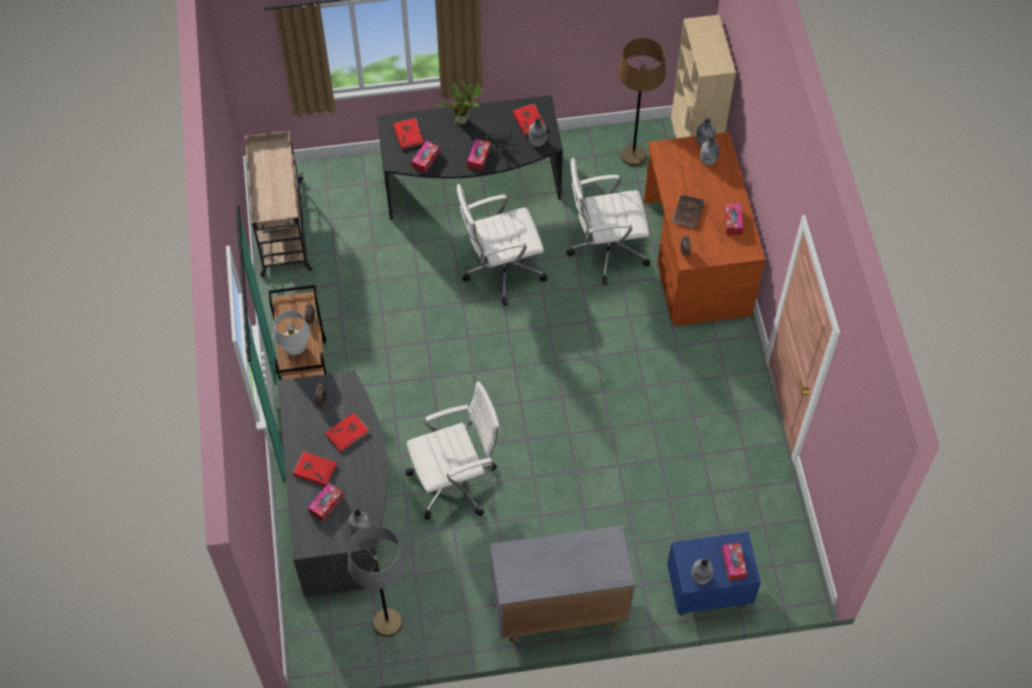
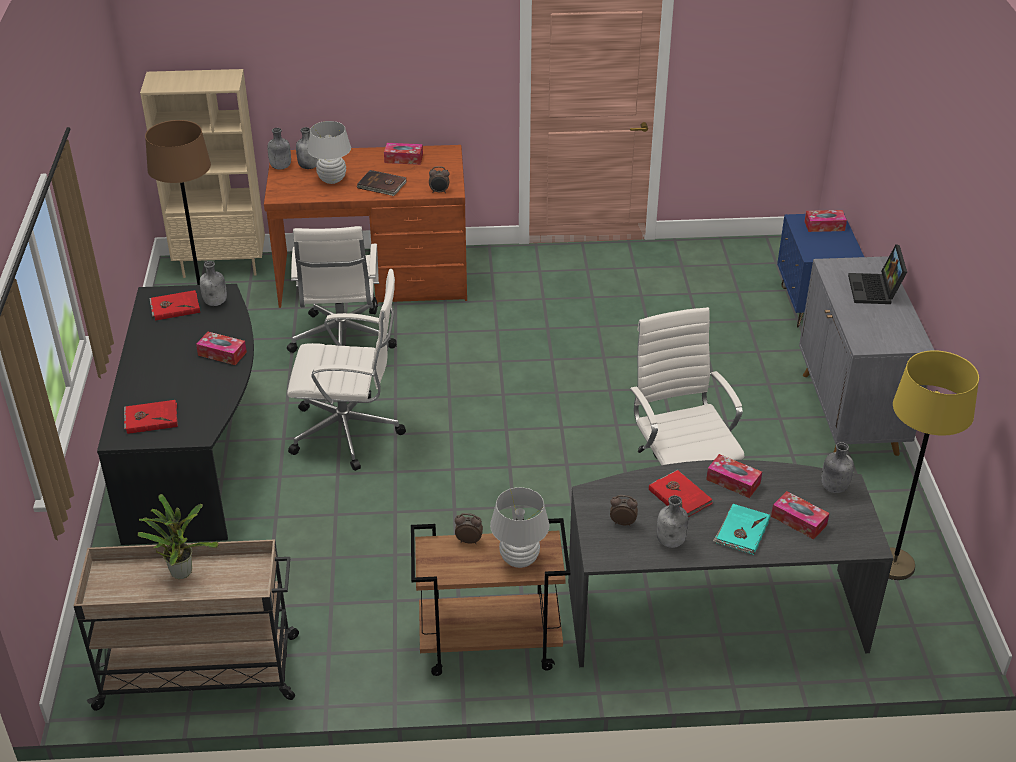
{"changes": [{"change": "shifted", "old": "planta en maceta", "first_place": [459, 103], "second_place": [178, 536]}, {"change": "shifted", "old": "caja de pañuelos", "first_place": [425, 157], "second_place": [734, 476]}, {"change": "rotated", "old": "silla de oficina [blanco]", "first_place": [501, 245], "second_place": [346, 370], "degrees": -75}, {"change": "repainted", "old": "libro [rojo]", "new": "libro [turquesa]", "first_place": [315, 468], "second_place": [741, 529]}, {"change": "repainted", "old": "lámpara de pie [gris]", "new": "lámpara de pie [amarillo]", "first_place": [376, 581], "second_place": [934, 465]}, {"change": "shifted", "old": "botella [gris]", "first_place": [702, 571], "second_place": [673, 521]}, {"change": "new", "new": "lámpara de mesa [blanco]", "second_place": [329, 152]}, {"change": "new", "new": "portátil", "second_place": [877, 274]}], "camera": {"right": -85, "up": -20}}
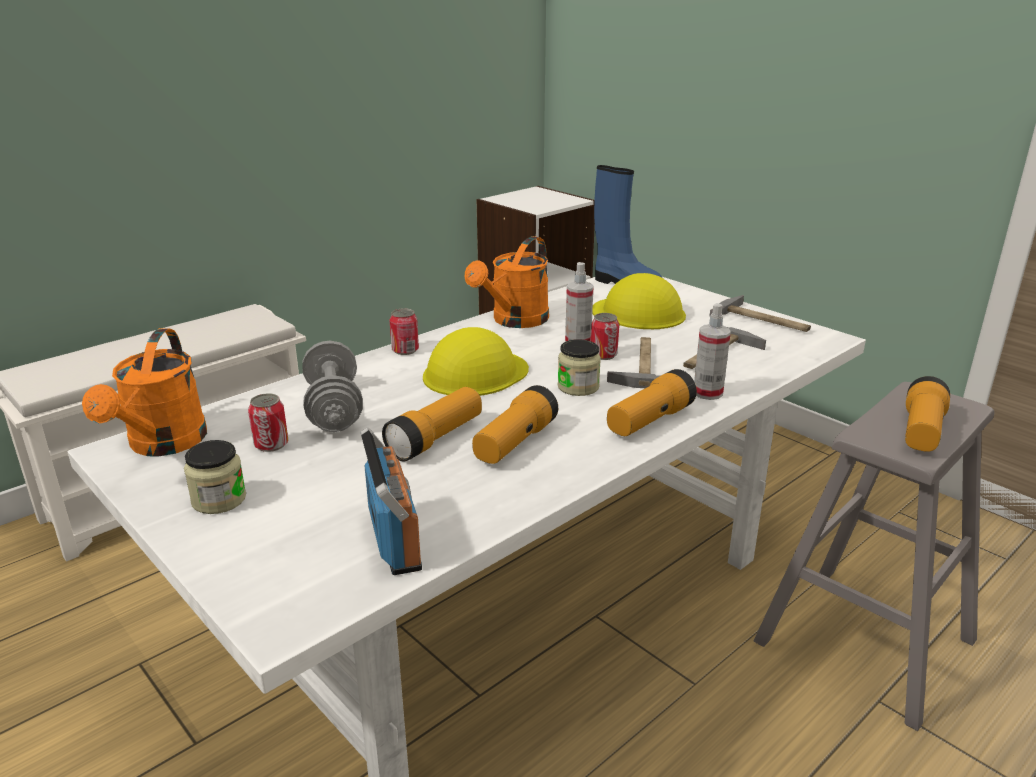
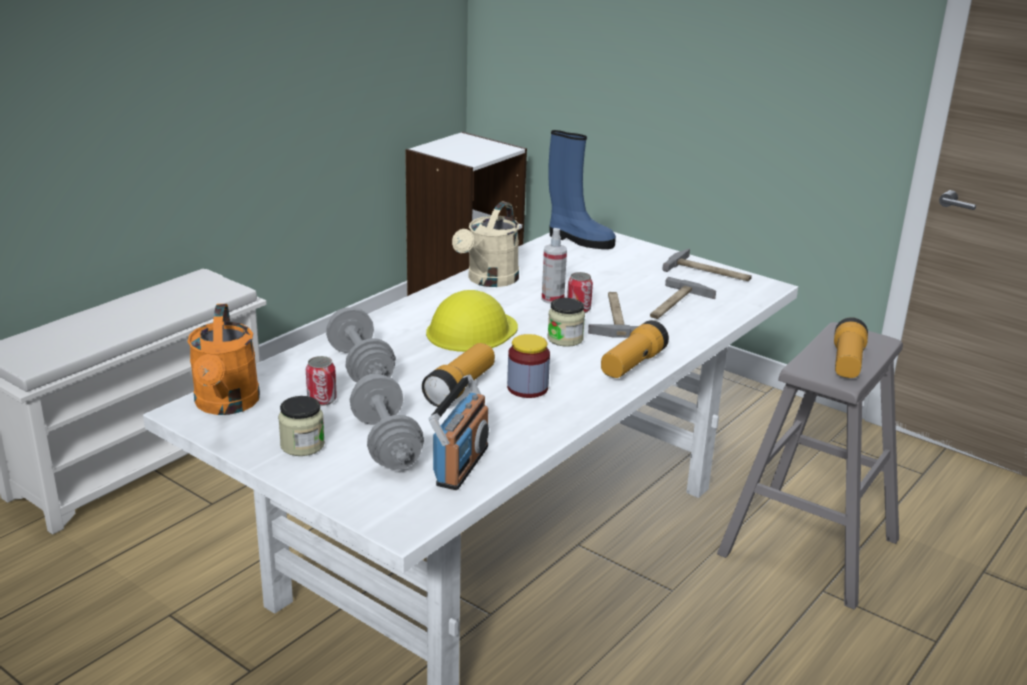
{"changes": [{"change": "repainted", "old": "regadera [naranja]", "new": "regadera [beis]", "first_place": [507, 282], "second_place": [485, 244]}, {"change": "gone", "old": "casco [amarillo]", "first_place": [639, 301]}, {"change": "gone", "old": "pulverizador", "first_place": [712, 351]}, {"change": "gone", "old": "lata", "first_place": [404, 331]}, {"change": "swapped", "old": "linterna", "new": "tarro", "first_place": [515, 424], "second_place": [528, 366]}, {"change": "rotated", "old": "radio", "first_place": [391, 501], "second_place": [459, 432], "degrees": 45}, {"change": "new", "new": "mancuerna [gris]", "second_place": [387, 422]}], "camera": {"right": -10, "up": 0}}
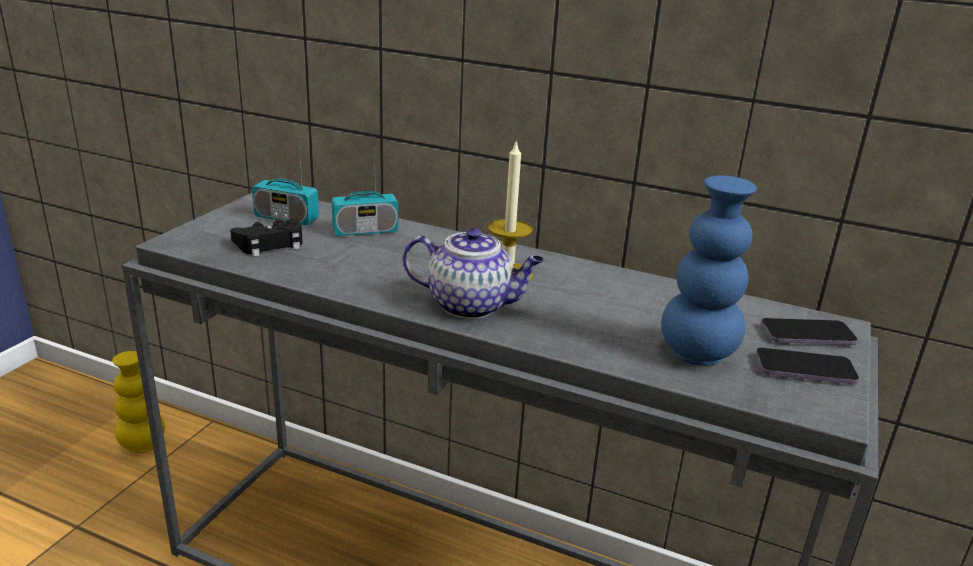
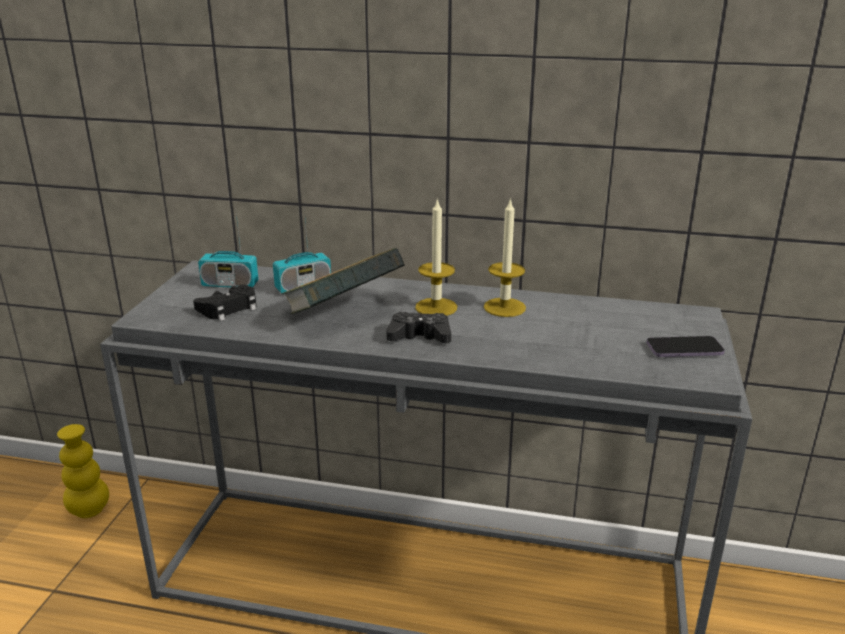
{"changes": [{"change": "gone", "old": "florero [azul]", "first_place": [709, 271]}, {"change": "swapped", "old": "tetera", "new": "mando de consola [negro]", "first_place": [473, 273], "second_place": [418, 327]}, {"change": "gone", "old": "móvil", "first_place": [809, 331]}, {"change": "new", "new": "vela", "second_place": [505, 257]}, {"change": "new", "new": "libro", "second_place": [342, 281]}], "camera": {"right": -10, "up": 0}}
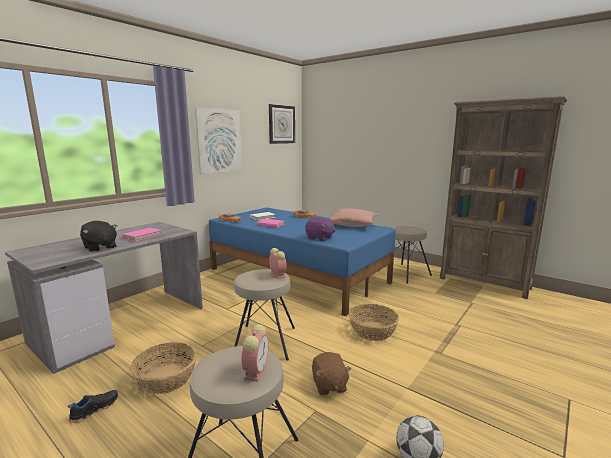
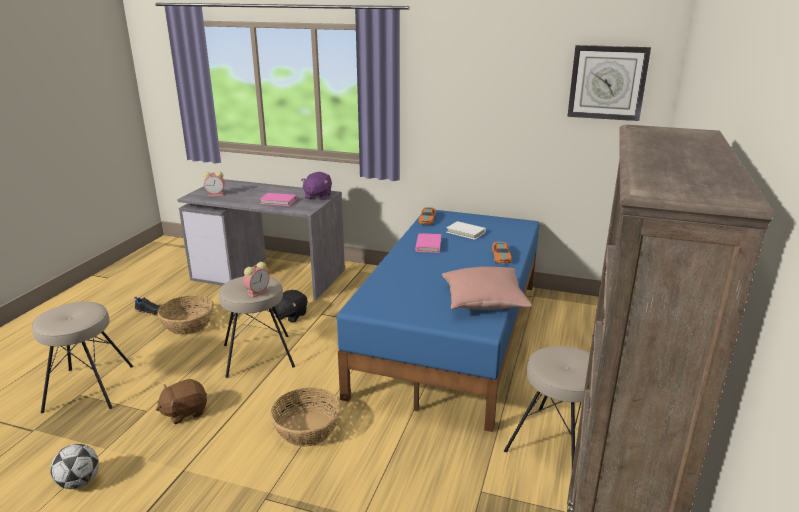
{"changes": [{"change": "gone", "old": "cuadro", "first_place": [218, 140]}, {"change": "shifted", "old": "peluche [morado]", "first_place": [320, 229], "second_place": [316, 186]}, {"change": "shifted", "old": "peluche [negro]", "first_place": [98, 236], "second_place": [290, 306]}, {"change": "shifted", "old": "despertador", "first_place": [255, 353], "second_place": [214, 183]}], "camera": {"right": 70, "up": 10}}
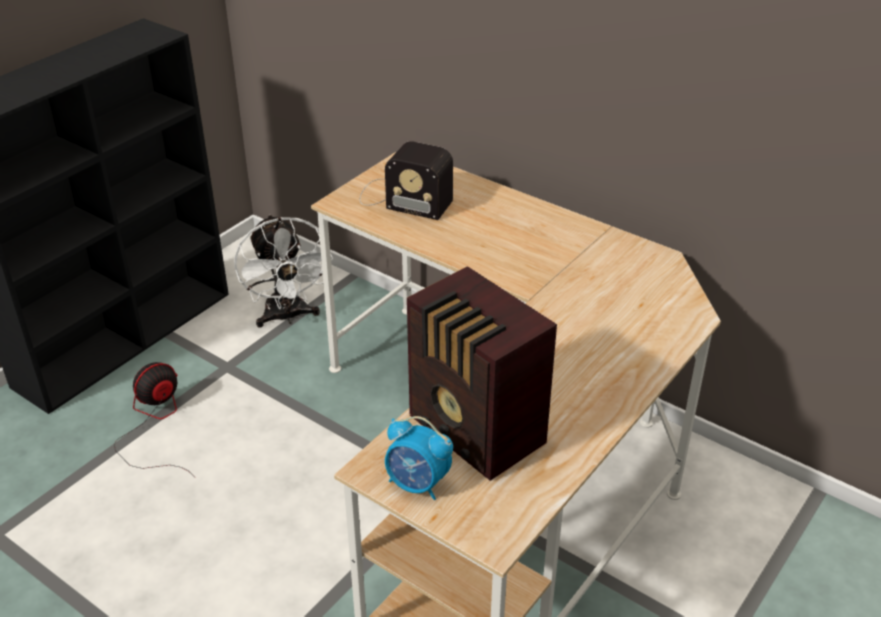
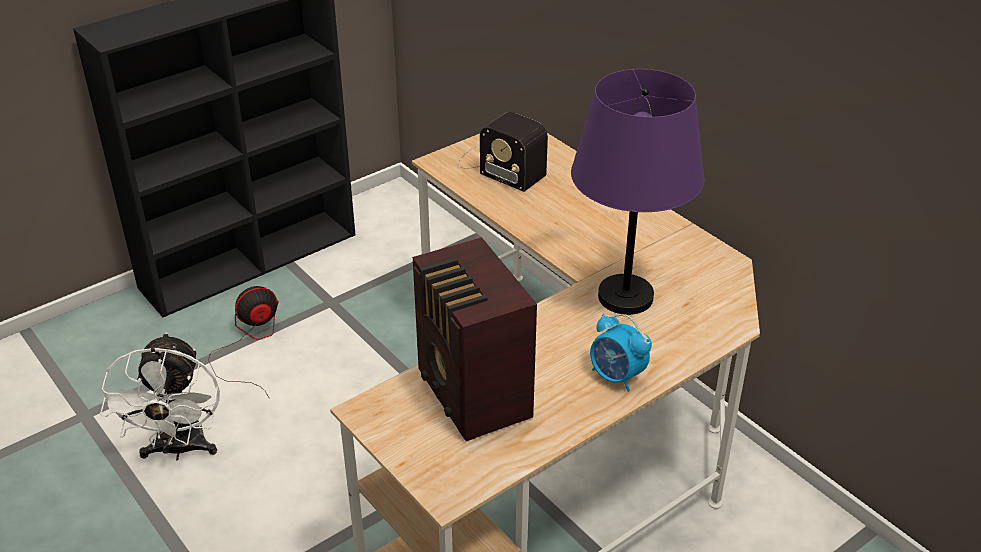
{"changes": [{"change": "shifted", "old": "ventilador [blanco]", "first_place": [283, 270], "second_place": [160, 396]}, {"change": "shifted", "old": "despertador", "first_place": [419, 458], "second_place": [621, 353]}, {"change": "new", "new": "lámpara de mesa [morado]", "second_place": [637, 192]}], "camera": {"right": 15, "up": 0}}
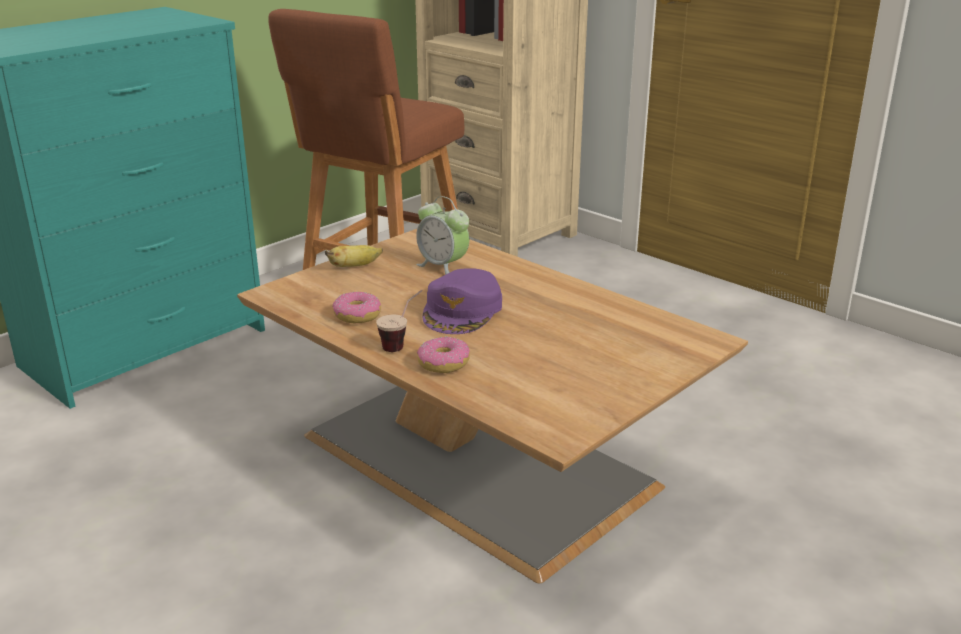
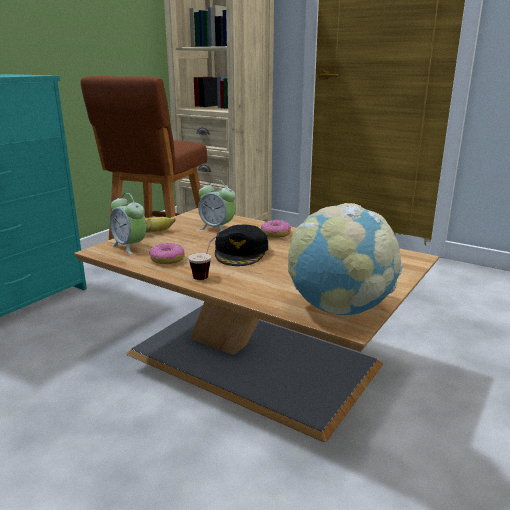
{"changes": [{"change": "repainted", "old": "gorra [morado]", "new": "gorra [negro]", "first_place": [462, 301], "second_place": [241, 245]}, {"change": "shifted", "old": "rosquilla", "first_place": [443, 355], "second_place": [276, 229]}, {"change": "new", "new": "despertador", "second_place": [128, 223]}, {"change": "new", "new": "globo terráqueo", "second_place": [345, 259]}], "camera": {"right": -10, "up": -5}}
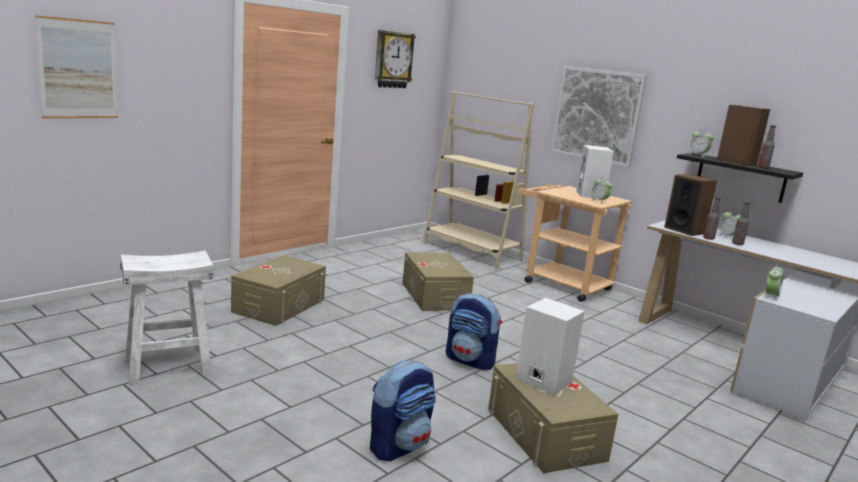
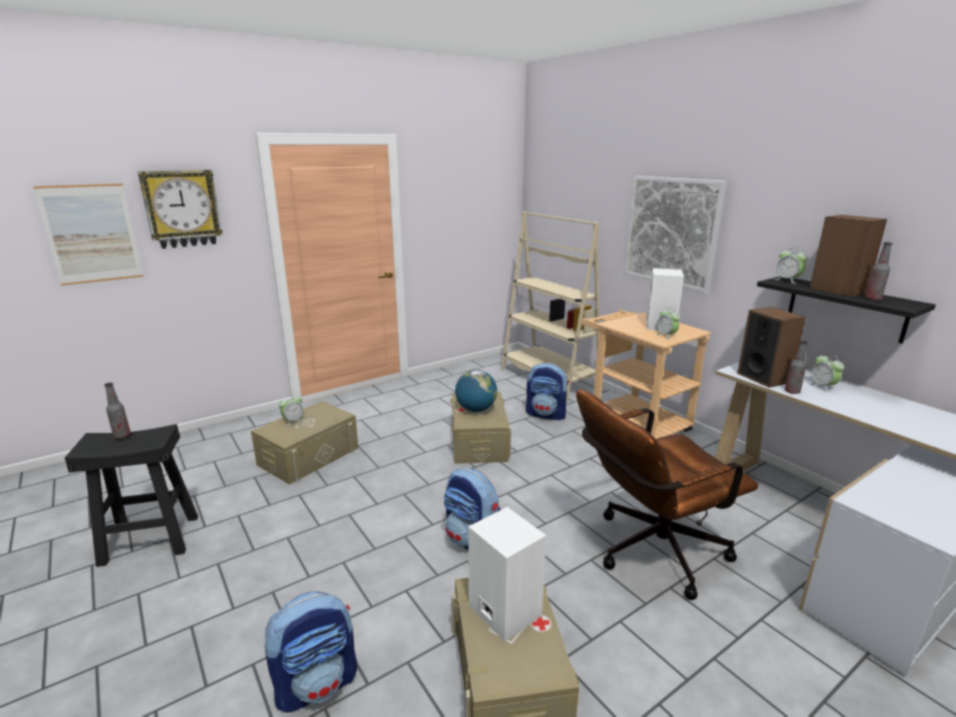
{"changes": [{"change": "shifted", "old": "reloj de pared", "first_place": [395, 59], "second_place": [180, 209]}, {"change": "shifted", "old": "botella", "first_place": [741, 223], "second_place": [117, 411]}, {"change": "repainted", "old": "taburete [blanco]", "new": "taburete [negro]", "first_place": [167, 318], "second_place": [131, 495]}, {"change": "shifted", "old": "despertador", "first_place": [774, 282], "second_place": [291, 410]}, {"change": "new", "new": "mochila", "second_place": [547, 392]}, {"change": "new", "new": "globo terráqueo", "second_place": [476, 391]}, {"change": "new", "new": "silla de oficina [marrón]", "second_place": [667, 495]}], "camera": {"right": 15, "up": 5}}
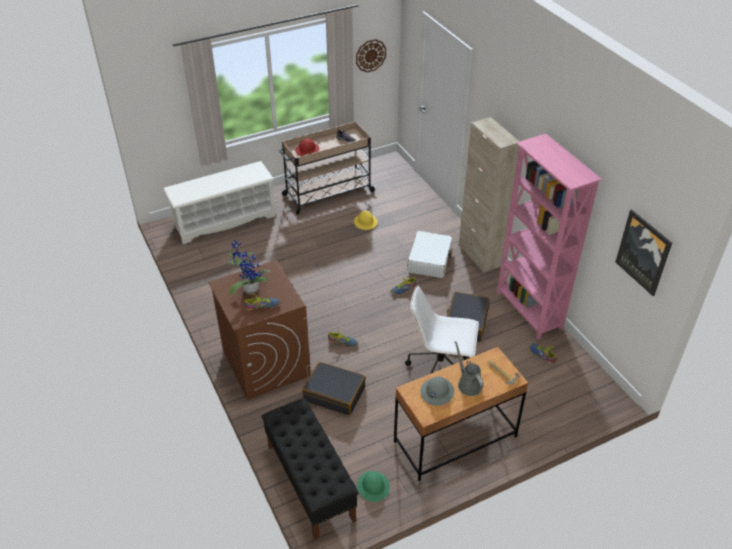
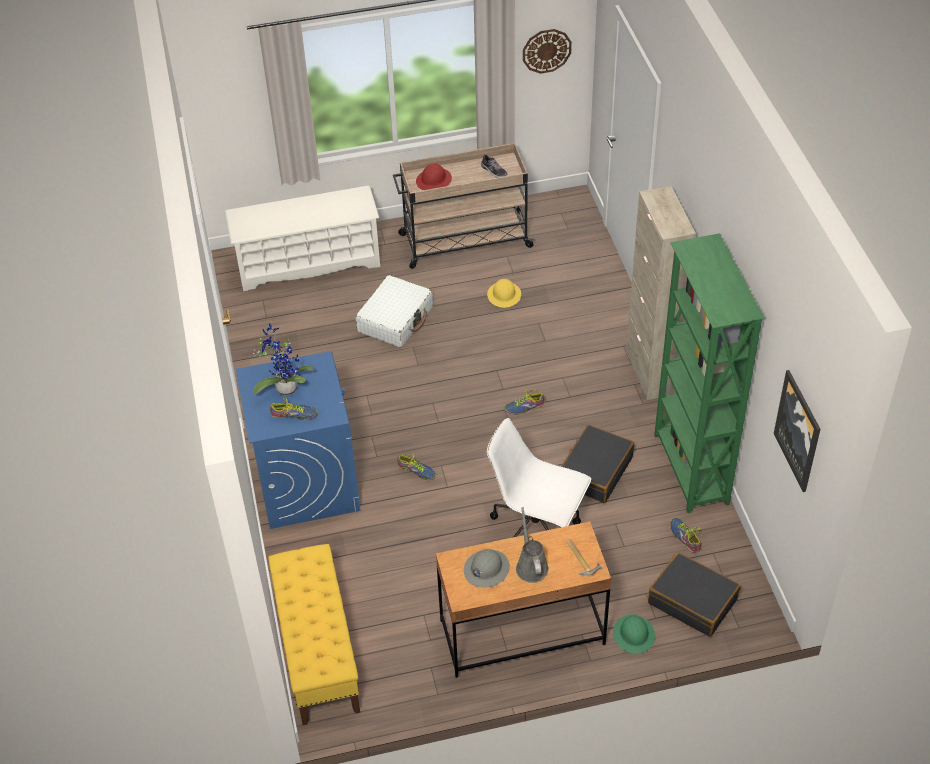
{"changes": [{"change": "repainted", "old": "estantería [rosa]", "new": "estantería [verde]", "first_place": [549, 236], "second_place": [709, 373]}, {"change": "shifted", "old": "maleta [blanco]", "first_place": [429, 254], "second_place": [394, 311]}, {"change": "repainted", "old": "lavadora [marrón]", "new": "lavadora [azul]", "first_place": [259, 330], "second_place": [298, 440]}, {"change": "shifted", "old": "maleta [negro]", "first_place": [334, 389], "second_place": [694, 594]}, {"change": "repainted", "old": "banco [negro]", "new": "banco [amarillo]", "first_place": [310, 469], "second_place": [314, 634]}, {"change": "shifted", "old": "casco [verde]", "first_place": [373, 486], "second_place": [634, 634]}], "camera": {"right": 15, "up": 5}}
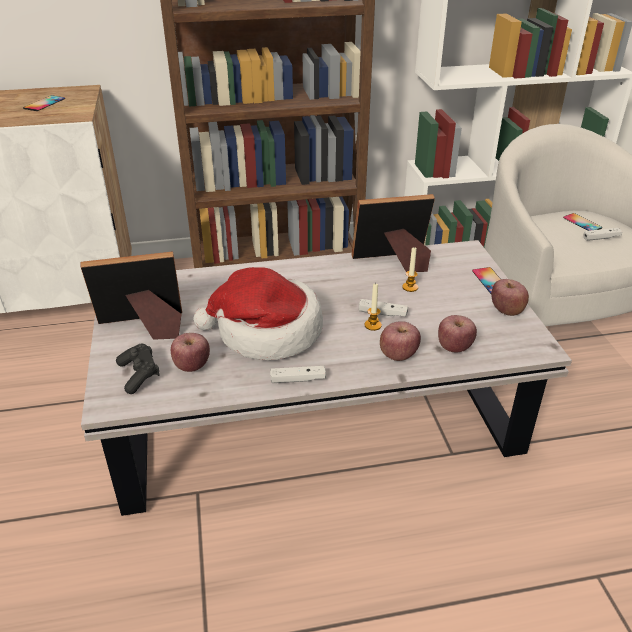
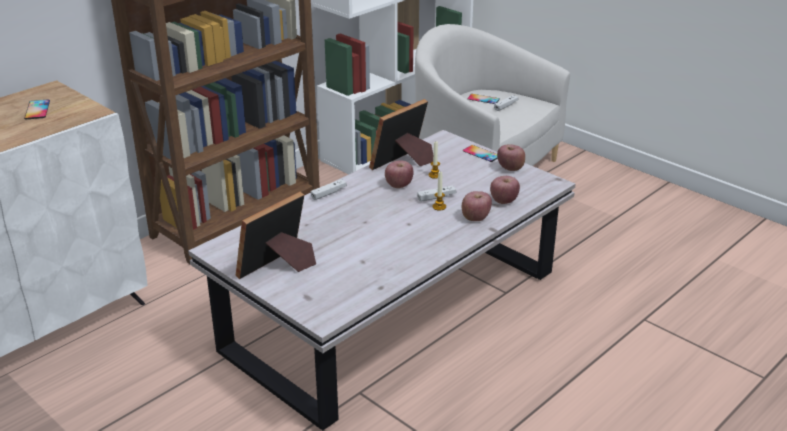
{"changes": [{"change": "gone", "old": "sombrero", "first_place": [258, 313]}, {"change": "shifted", "old": "manzana", "first_place": [190, 352], "second_place": [399, 174]}, {"change": "gone", "old": "mando de consola [negro]", "first_place": [138, 369]}, {"change": "shifted", "old": "mando de consola [blanco]", "first_place": [298, 374], "second_place": [328, 189]}], "camera": {"right": -35, "up": -5}}
